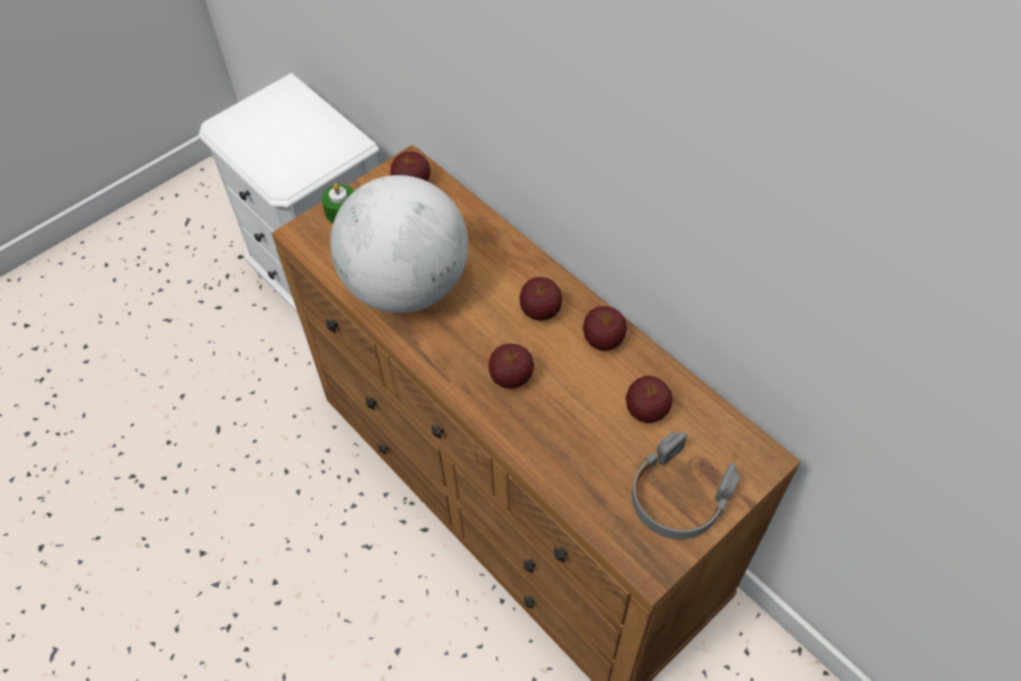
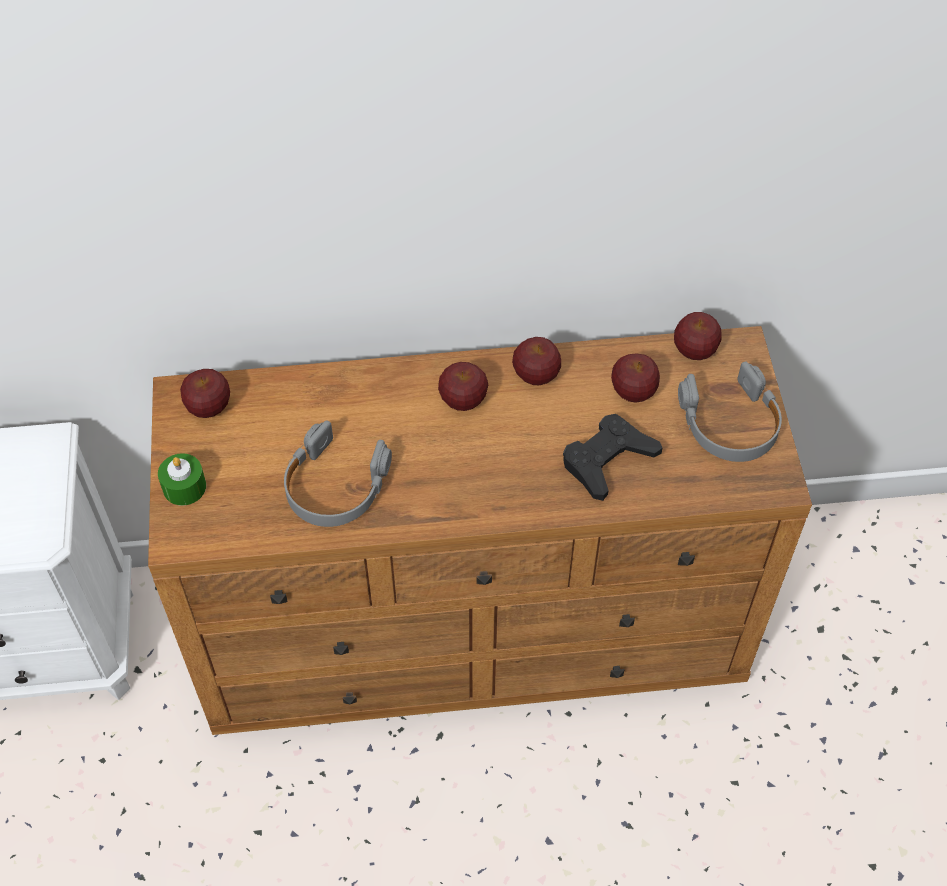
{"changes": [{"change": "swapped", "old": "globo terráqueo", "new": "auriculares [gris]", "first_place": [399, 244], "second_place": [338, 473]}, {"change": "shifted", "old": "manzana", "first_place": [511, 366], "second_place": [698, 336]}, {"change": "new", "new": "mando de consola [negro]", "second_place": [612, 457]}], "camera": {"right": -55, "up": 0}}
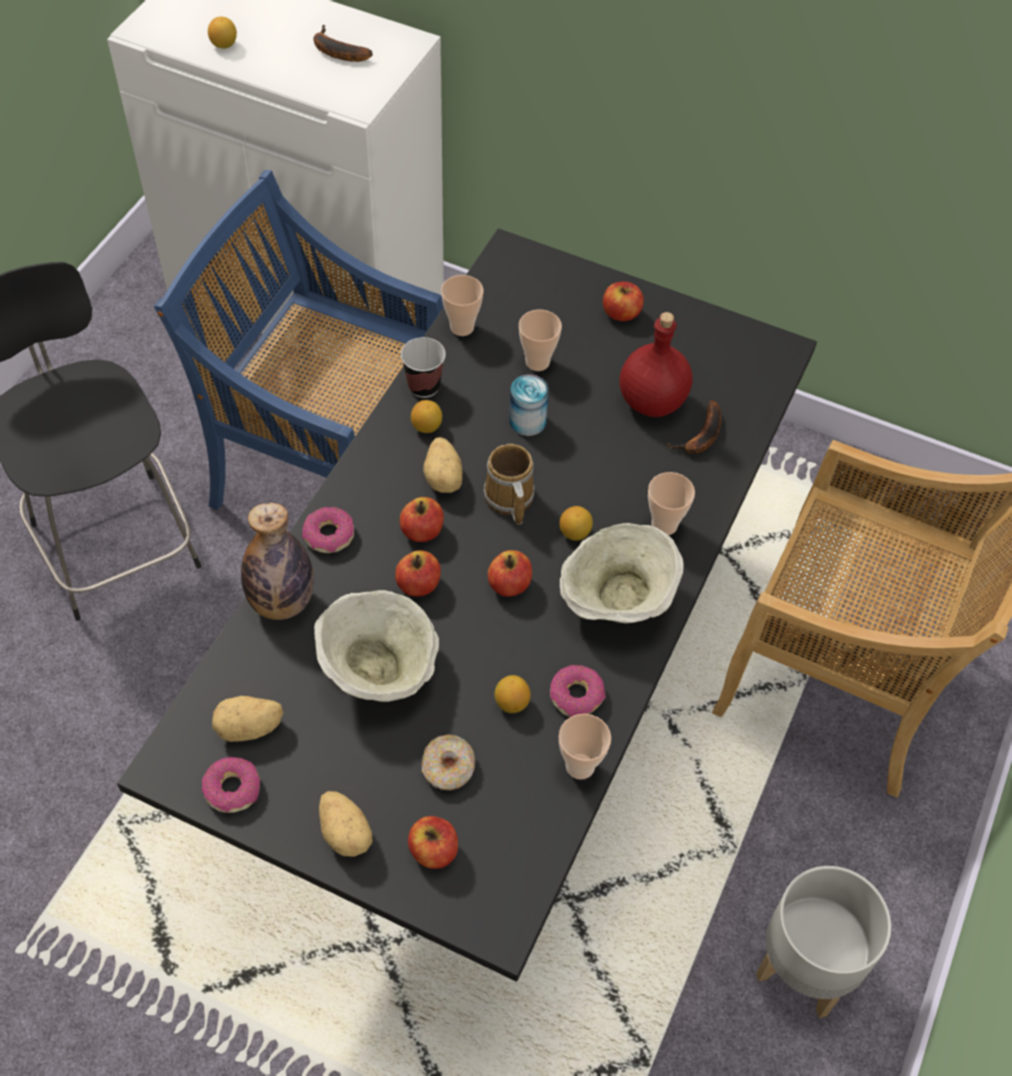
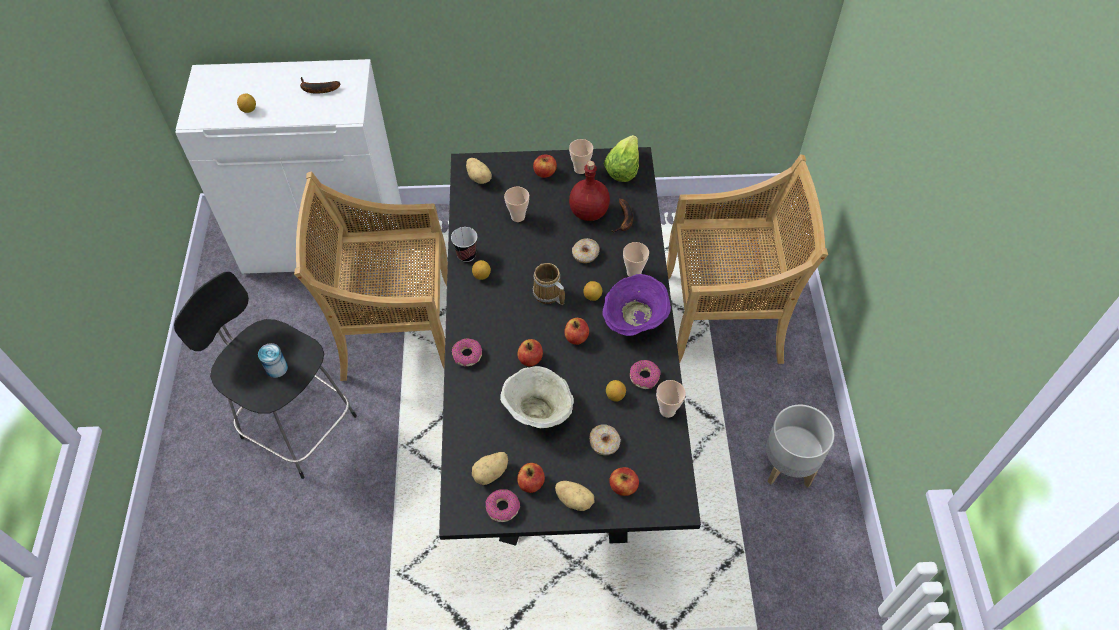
{"changes": [{"change": "repainted", "old": "silla [azul]", "new": "silla [beis]", "first_place": [298, 340], "second_place": [371, 276]}, {"change": "shifted", "old": "taza", "first_place": [462, 305], "second_place": [581, 156]}, {"change": "shifted", "old": "lata", "first_place": [529, 405], "second_place": [273, 360]}, {"change": "shifted", "old": "patata", "first_place": [442, 465], "second_place": [479, 171]}, {"change": "shifted", "old": "manzana", "first_place": [422, 519], "second_place": [531, 478]}, {"change": "gone", "old": "botella", "first_place": [277, 561]}, {"change": "repainted", "old": "cuenco [beis]", "new": "cuenco [morado]", "first_place": [621, 573], "second_place": [637, 305]}, {"change": "new", "new": "lechuga", "second_place": [621, 158]}, {"change": "new", "new": "rosquilla", "second_place": [586, 250]}], "camera": {"right": -25, "up": 0}}
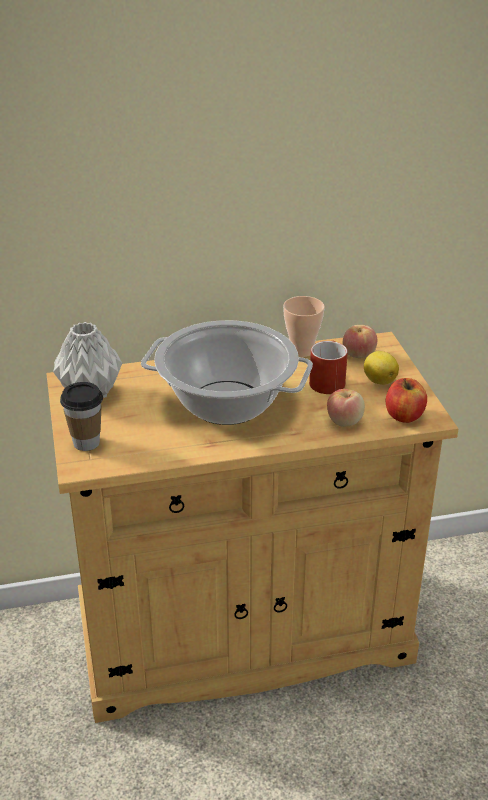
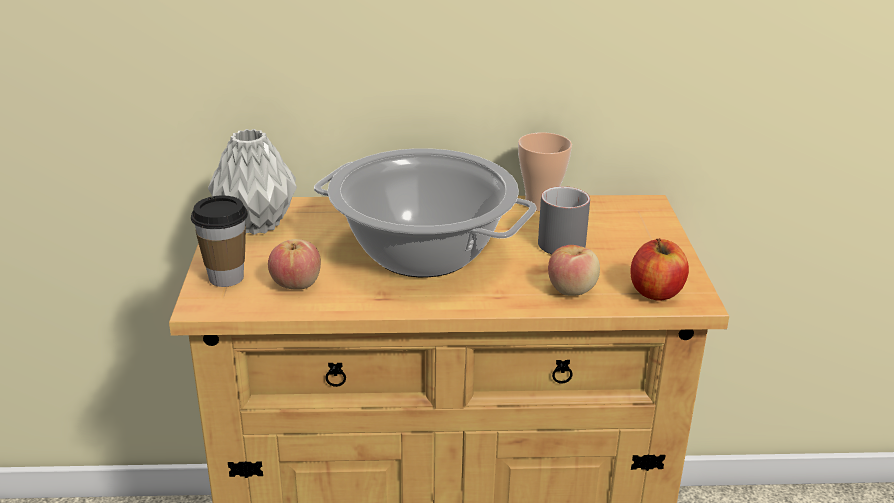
{"changes": [{"change": "shifted", "old": "manzana", "first_place": [360, 341], "second_place": [294, 264]}, {"change": "repainted", "old": "taza grande [rojo]", "new": "taza grande [gris]", "first_place": [328, 367], "second_place": [564, 220]}, {"change": "gone", "old": "limón", "first_place": [381, 368]}], "camera": {"right": 10, "up": -5}}
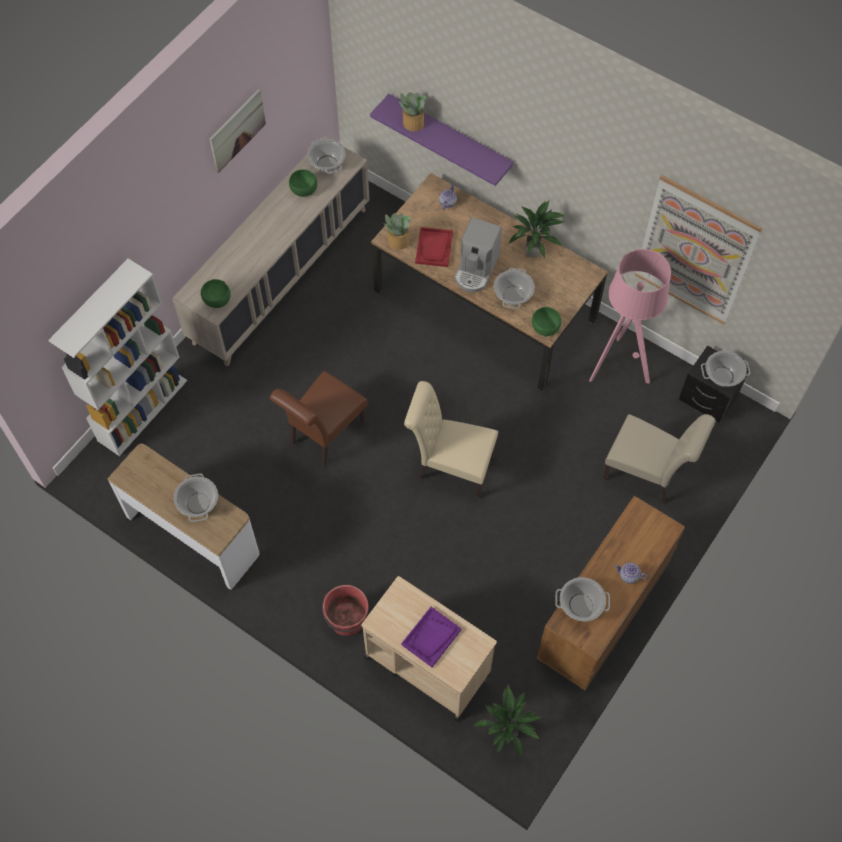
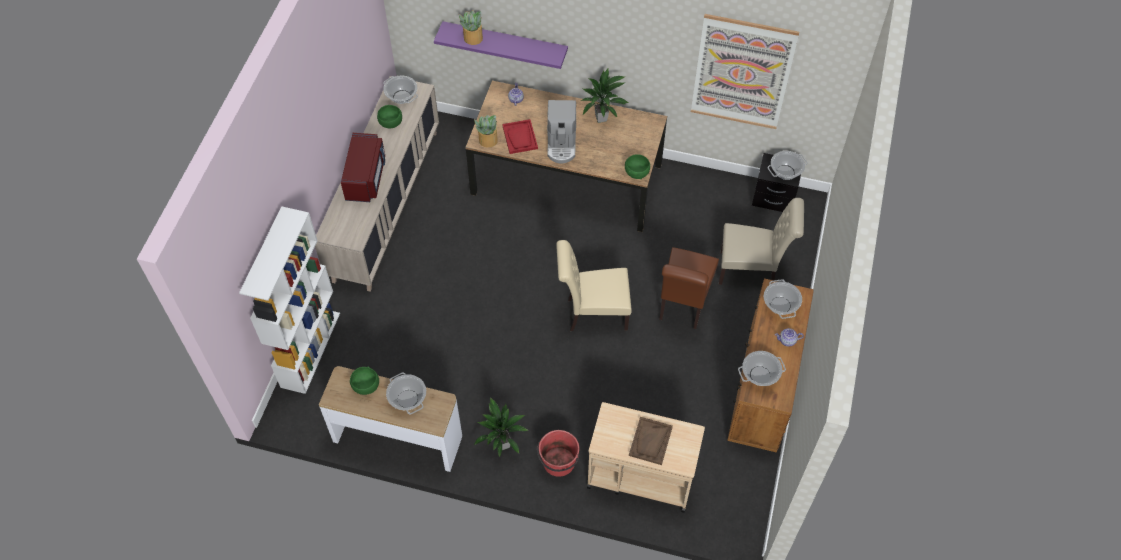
{"changes": [{"change": "gone", "old": "cuadro", "first_place": [237, 131]}, {"change": "gone", "old": "lámpara de pie [rosa]", "first_place": [630, 316]}, {"change": "shifted", "old": "olla", "first_place": [514, 288], "second_place": [783, 299]}, {"change": "shifted", "old": "cuenco [verde]", "first_place": [216, 293], "second_place": [364, 381]}, {"change": "shifted", "old": "silla [marrón]", "first_place": [319, 419], "second_place": [689, 288]}, {"change": "repainted", "old": "bandeja [morado]", "new": "bandeja [marrón]", "first_place": [431, 637], "second_place": [651, 441]}, {"change": "shifted", "old": "planta en maceta", "first_place": [508, 720], "second_place": [501, 427]}, {"change": "new", "new": "microondas [rojo]", "second_place": [363, 167]}], "camera": {"right": -20, "up": -5}}
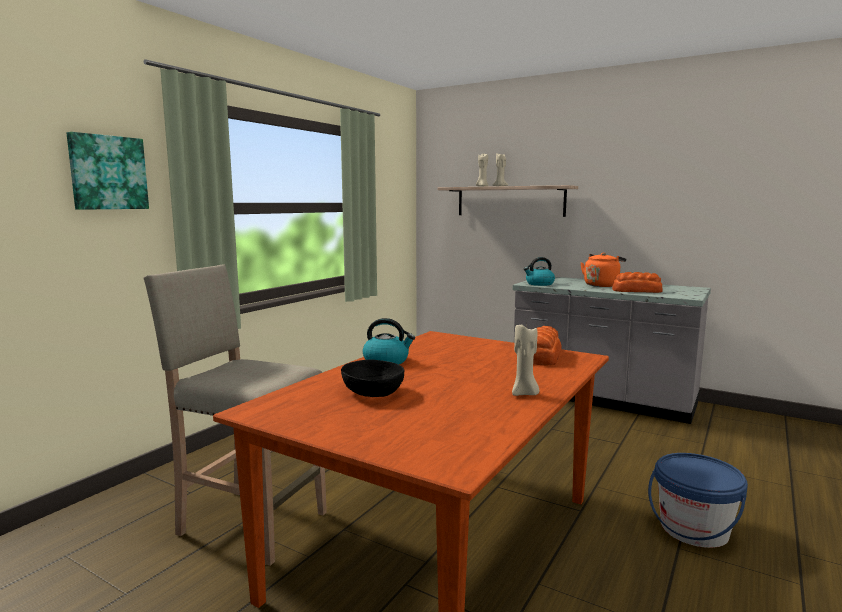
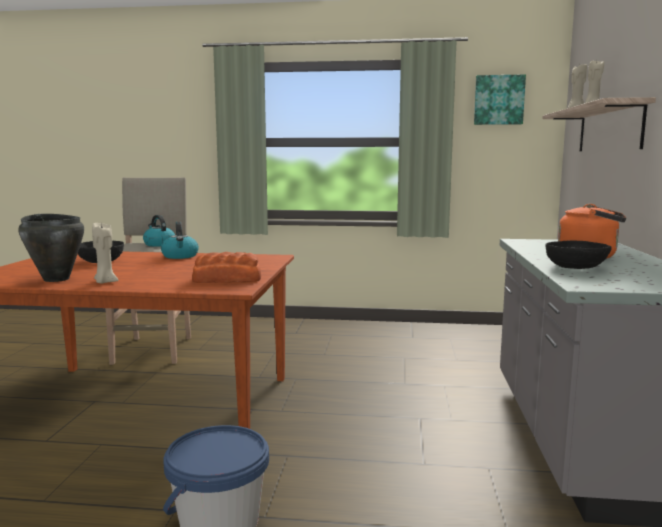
{"changes": [{"change": "shifted", "old": "cuadro", "first_place": [108, 171], "second_place": [500, 99]}, {"change": "shifted", "old": "hervidor", "first_place": [539, 271], "second_place": [159, 231]}, {"change": "swapped", "old": "pan", "new": "cuenco [negro]", "first_place": [637, 282], "second_place": [578, 255]}, {"change": "new", "new": "olla [negro]", "second_place": [51, 248]}], "camera": {"right": 65, "up": 0}}
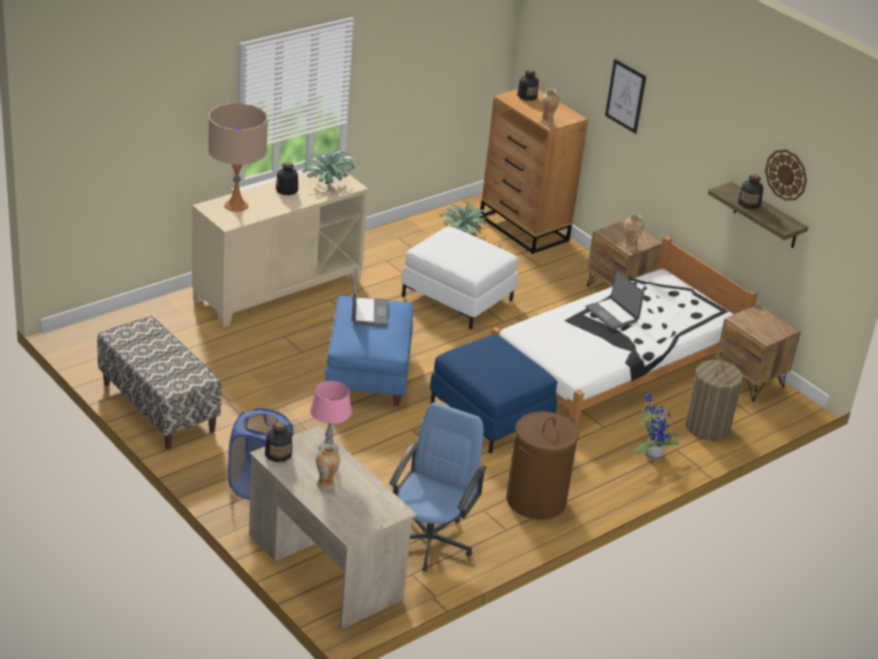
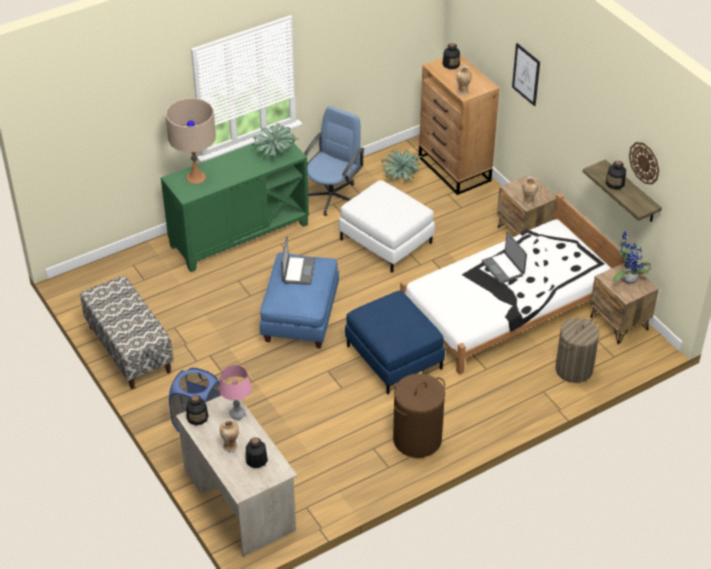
{"changes": [{"change": "shifted", "old": "botella", "first_place": [287, 178], "second_place": [257, 452]}, {"change": "repainted", "old": "armario [beis]", "new": "armario [verde]", "first_place": [280, 247], "second_place": [235, 206]}, {"change": "shifted", "old": "planta en maceta", "first_place": [657, 426], "second_place": [631, 257]}, {"change": "shifted", "old": "silla de oficina [azul]", "first_place": [438, 487], "second_place": [334, 161]}], "camera": {"right": 10, "up": 10}}
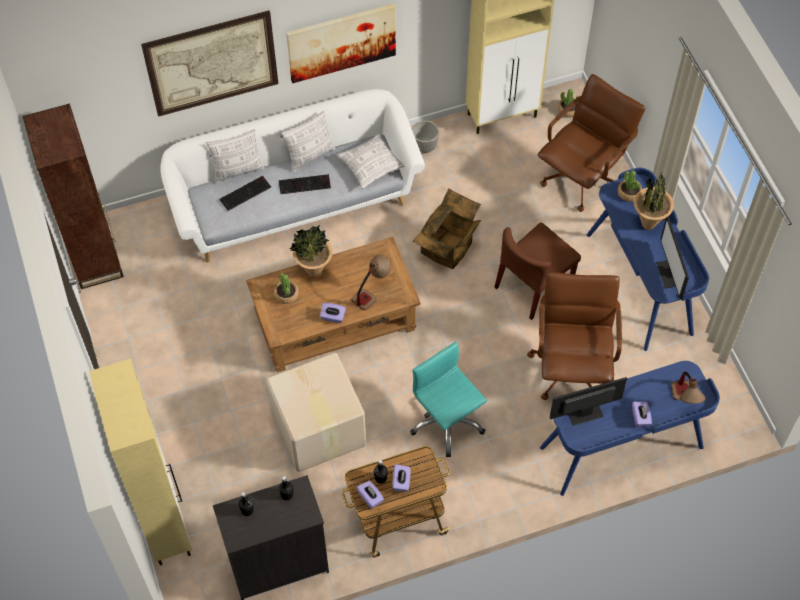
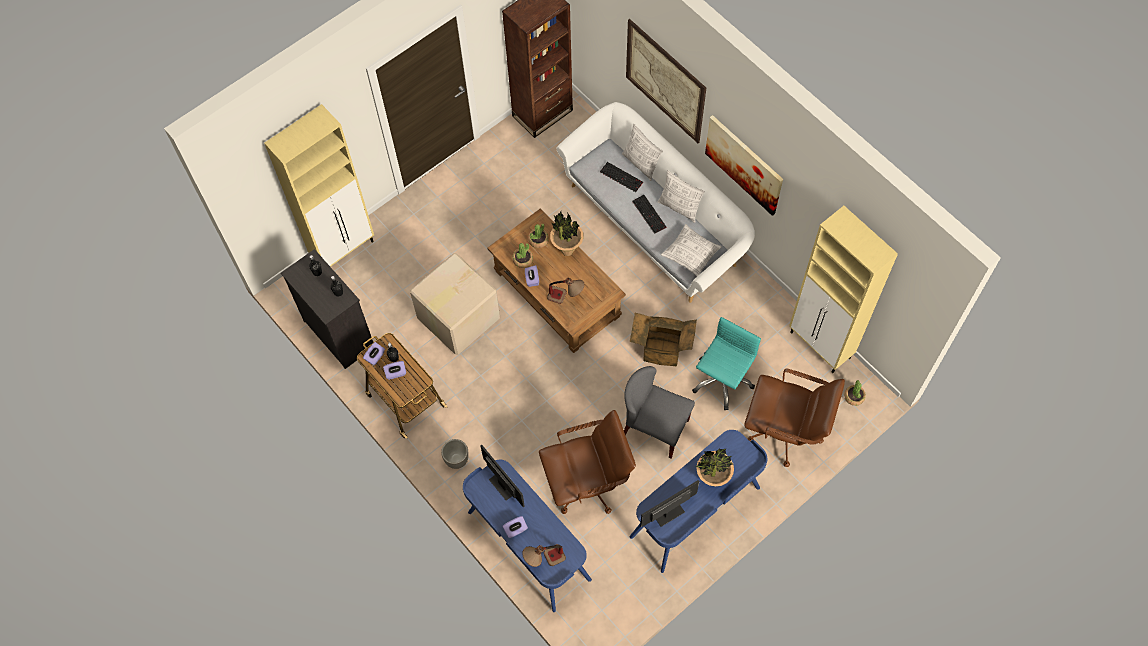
{"changes": [{"change": "shifted", "old": "maceta", "first_place": [425, 136], "second_place": [455, 454]}, {"change": "shifted", "old": "planta en maceta", "first_place": [630, 186], "second_place": [522, 255]}, {"change": "repainted", "old": "silla [marrón]", "new": "silla [gris]", "first_place": [537, 271], "second_place": [659, 412]}, {"change": "shifted", "old": "silla de oficina [turquesa]", "first_place": [448, 399], "second_place": [726, 363]}], "camera": {"right": 70, "up": 5}}
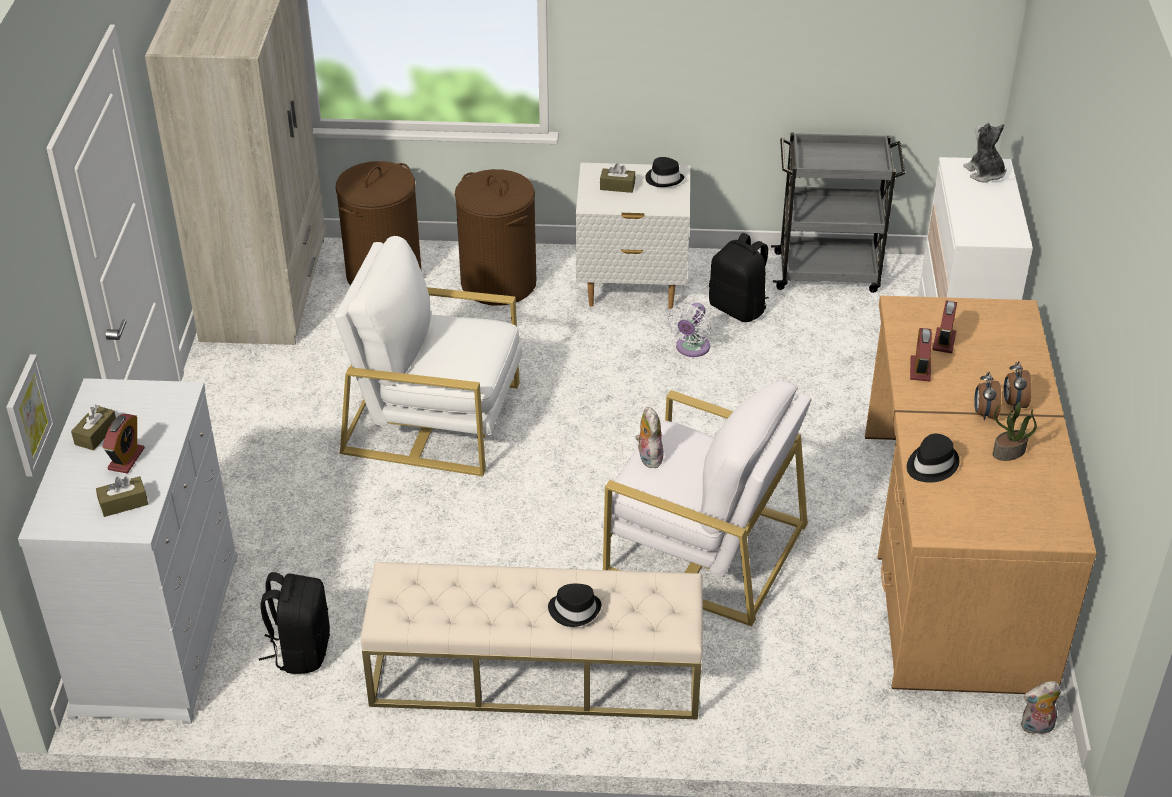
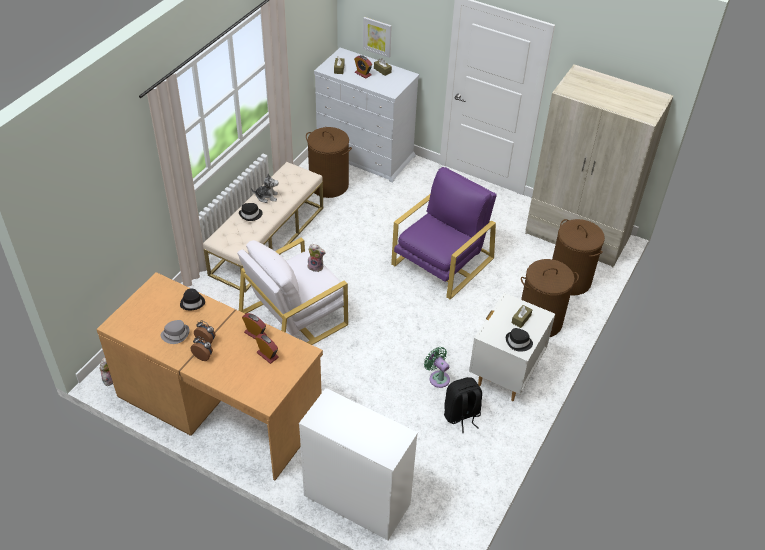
{"changes": [{"change": "shifted", "old": "peluche", "first_place": [985, 152], "second_place": [264, 188]}, {"change": "gone", "old": "carrito [gris]", "first_place": [838, 213]}, {"change": "repainted", "old": "sillón [blanco]", "new": "sillón [morado]", "first_place": [428, 356], "second_place": [444, 233]}, {"change": "repainted", "old": "ventilador [blanco]", "new": "ventilador [verde]", "first_place": [689, 330], "second_place": [437, 367]}, {"change": "swapped", "old": "planta en maceta", "new": "sombrero [gris]", "first_place": [1015, 431], "second_place": [175, 332]}, {"change": "swapped", "old": "mochila [negro]", "new": "cesto de la ropa [marrón]", "first_place": [294, 623], "second_place": [329, 162]}], "camera": {"right": 115, "up": 5}}
